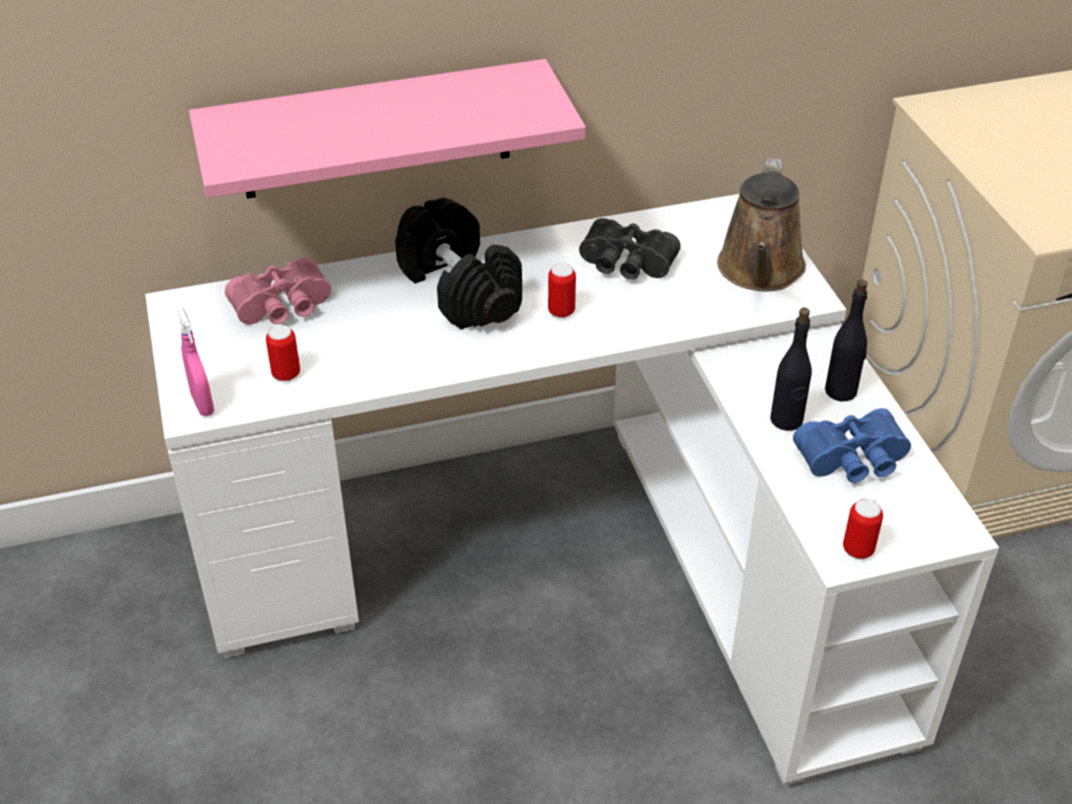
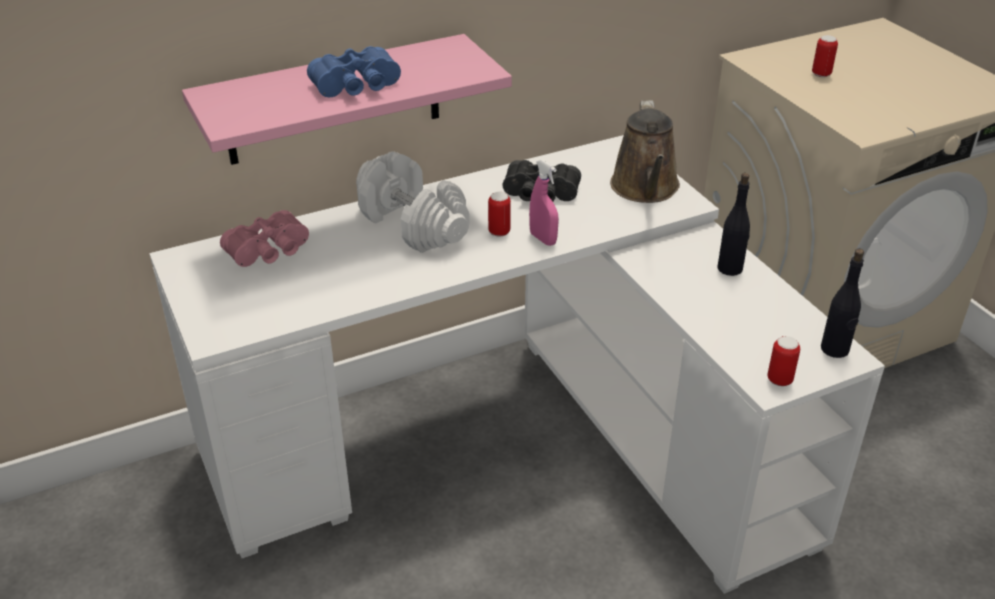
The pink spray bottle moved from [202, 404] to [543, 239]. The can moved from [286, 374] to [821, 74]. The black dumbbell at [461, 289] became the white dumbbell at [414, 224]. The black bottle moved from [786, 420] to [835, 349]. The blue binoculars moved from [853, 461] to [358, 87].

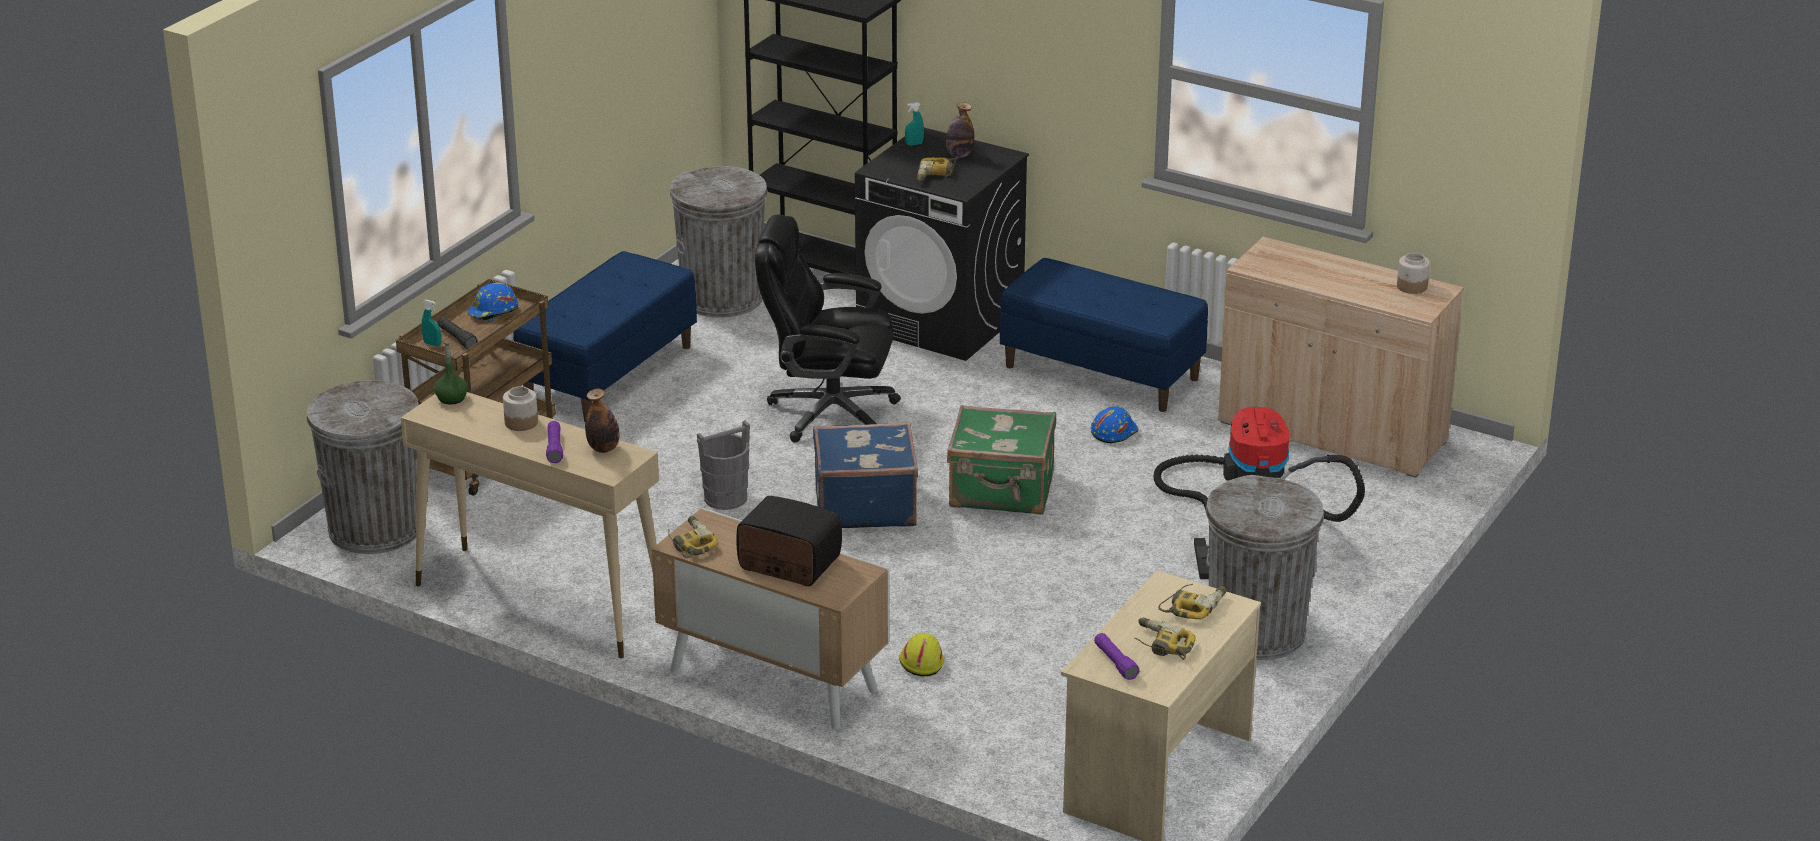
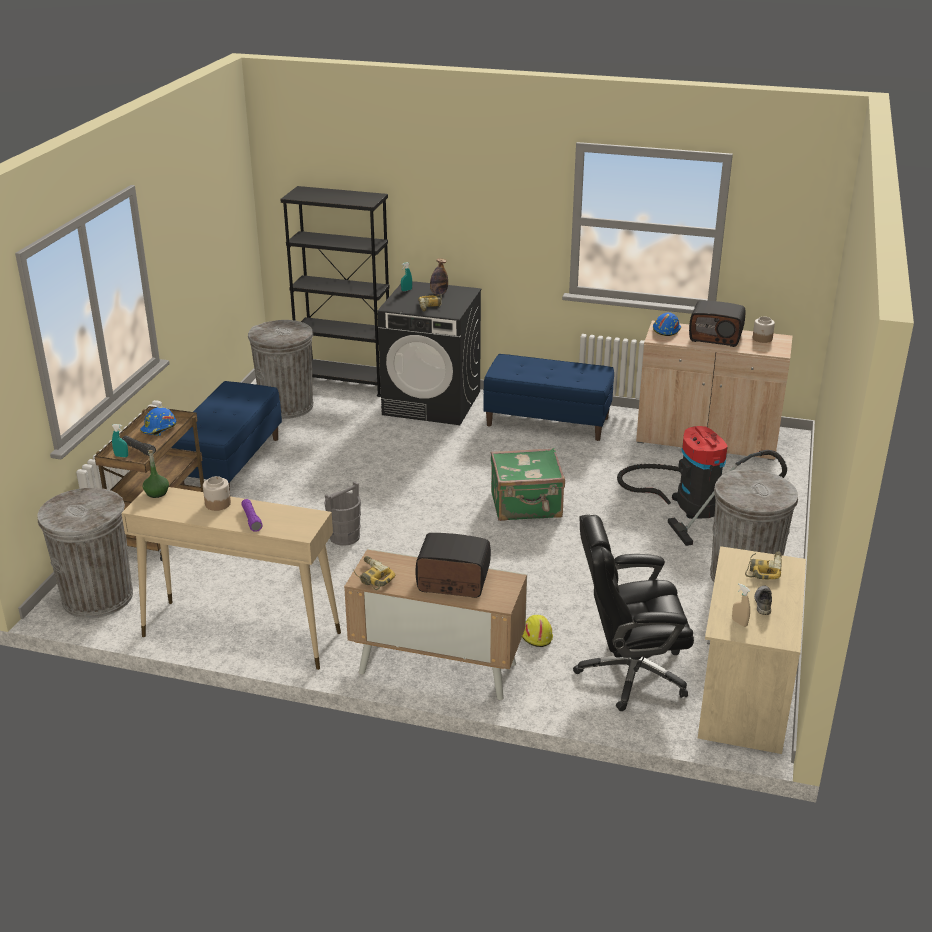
The bottle at [603, 448] disappeared. The black office chair moved from [829, 413] to [629, 673]. The blue suitcase at [864, 505] disappeared. The blue hard hat moved from [1113, 432] to [666, 330]. The purple flashlight at [1115, 663] was replaced by the beige spray bottle at [739, 622]. The power drill at [1162, 645] was replaced by the grey shoe at [762, 603]. The radio at [716, 337] appeared.

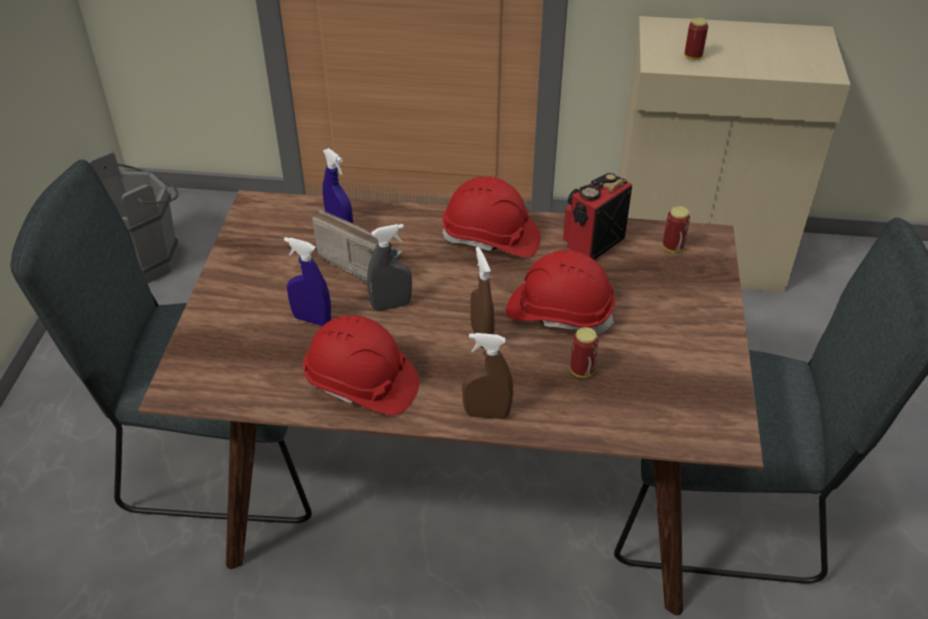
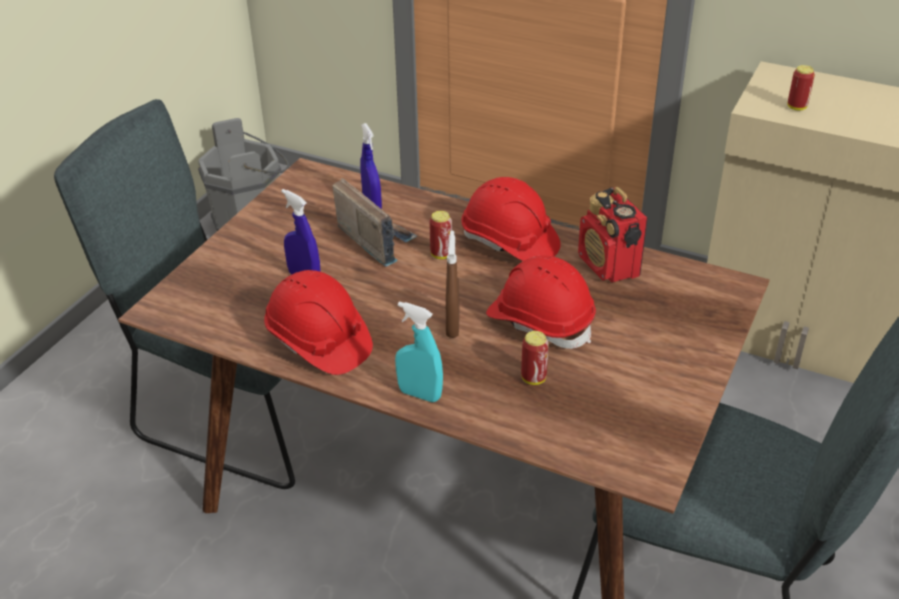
The grey spray bottle at [391, 305] disappeared. The brown spray bottle at [487, 413] became the turquoise spray bottle at [420, 394]. The radio at [592, 243] turned 90 degrees counterclockwise. The can moved from [672, 247] to [441, 254].

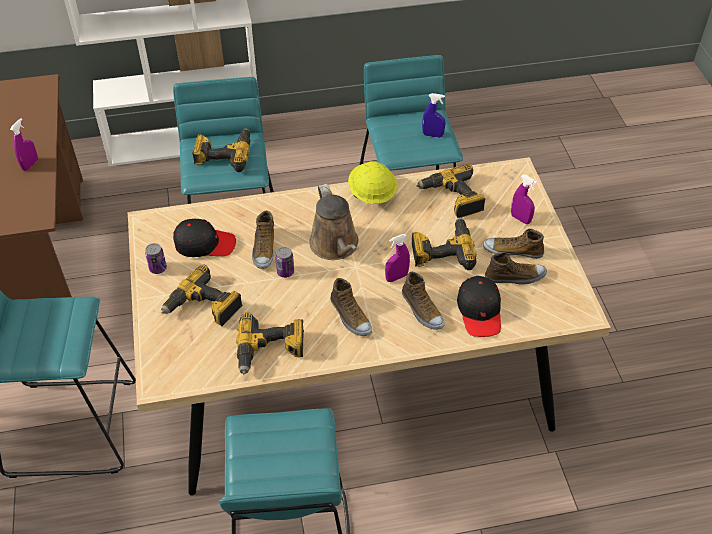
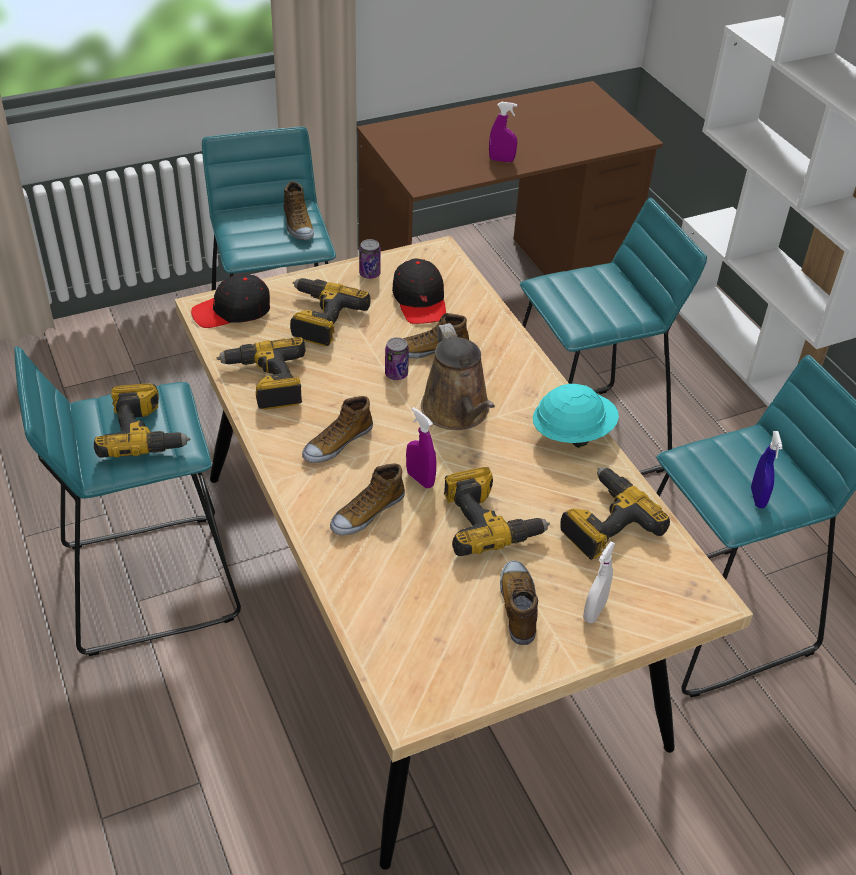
The power drill moved from [224, 154] to [144, 433]. The brown watering can at [336, 246] turned 75 degrees counterclockwise. The yellow hard hat at [372, 194] became the turquoise hard hat at [572, 433]. The black cap moved from [479, 311] to [232, 311]. The shoe moved from [515, 277] to [297, 225]. The purple spray bottle at [520, 219] became the white spray bottle at [594, 611].

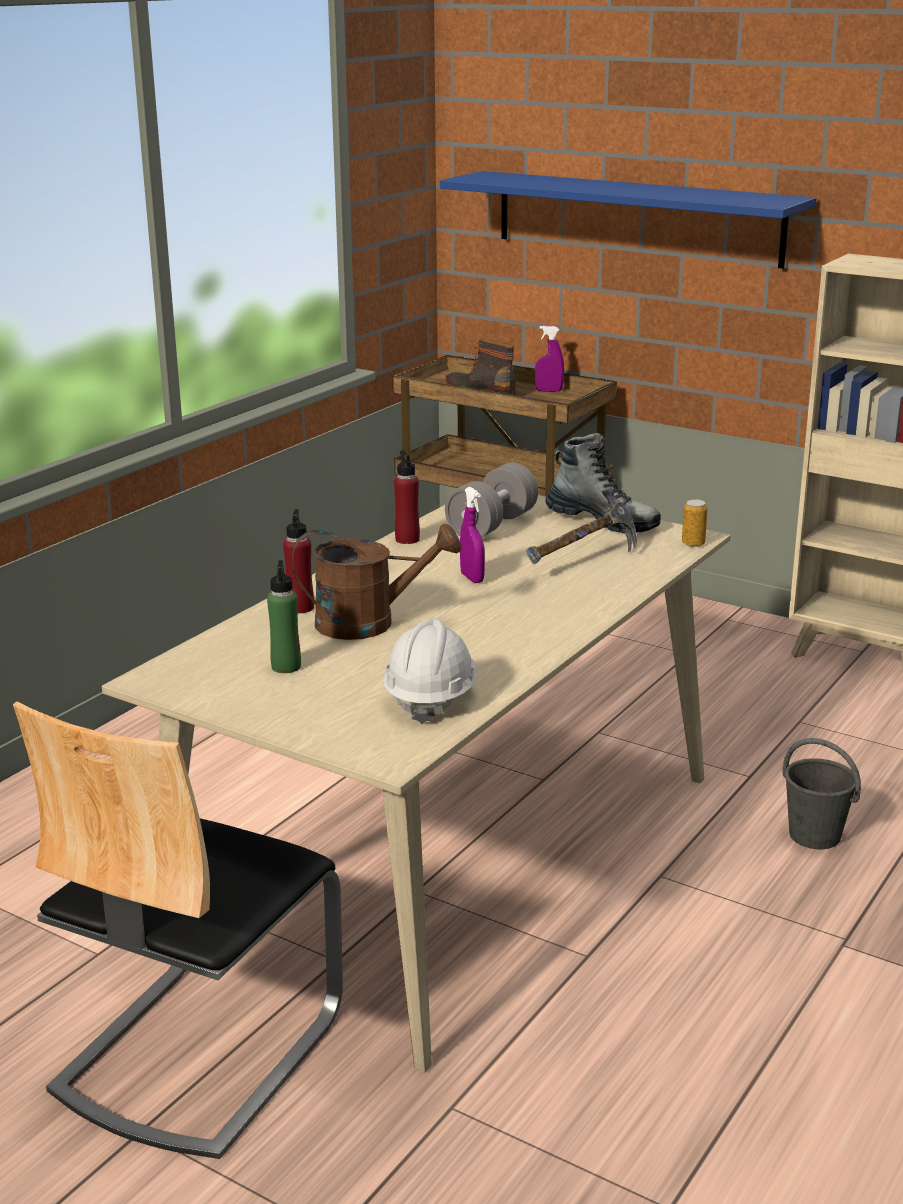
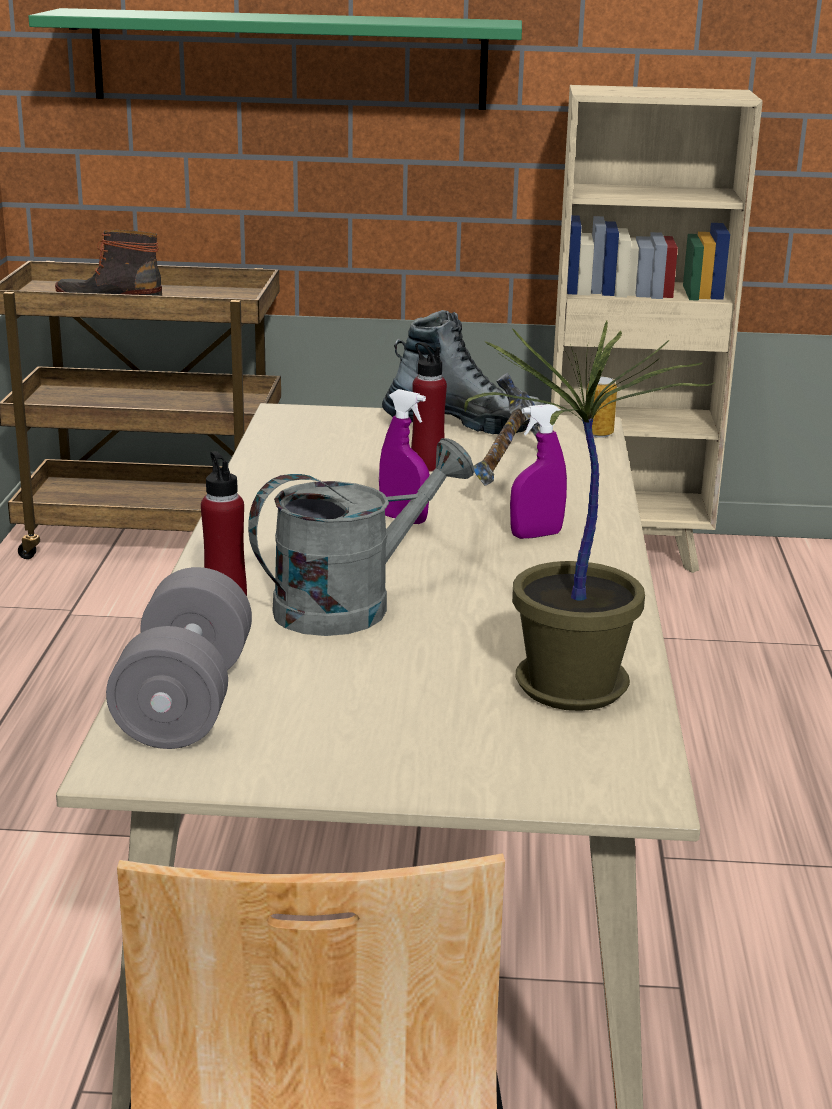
The green bottle at [286, 666] disappeared. The brown watering can at [370, 623] became the grey watering can at [350, 604]. The white hard hat at [430, 698] was replaced by the potted plant at [568, 689]. The red bottle moved from [407, 539] to [427, 465]. The blue shelf at [637, 218] became the green shelf at [289, 59]. The grey dumbbell moved from [492, 525] to [185, 701]. The purple spray bottle moved from [549, 391] to [536, 535]. The grey bucket at [815, 836] disappeared.

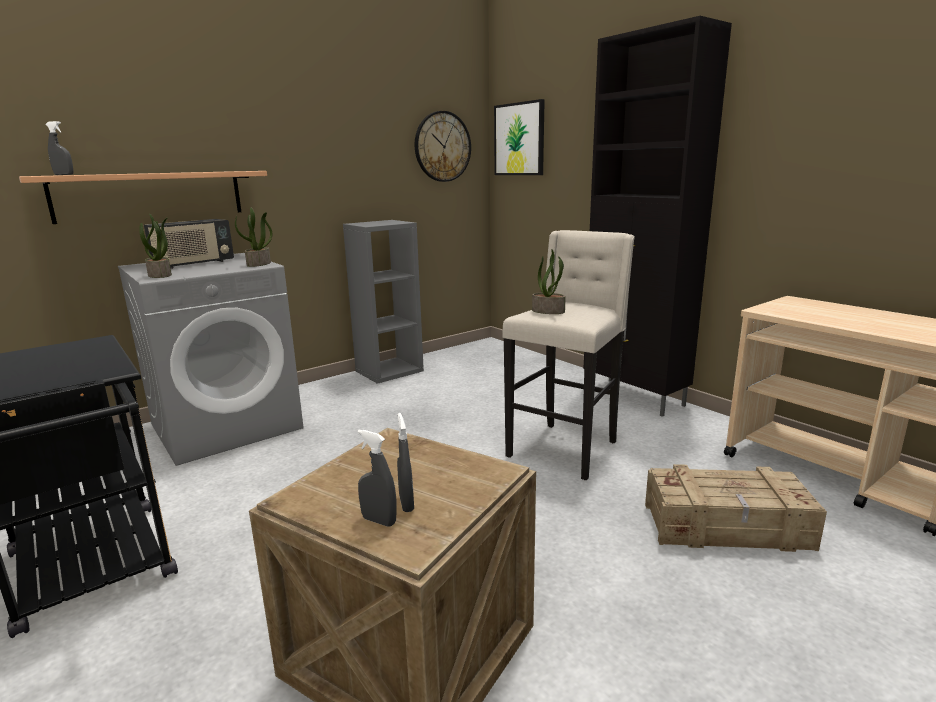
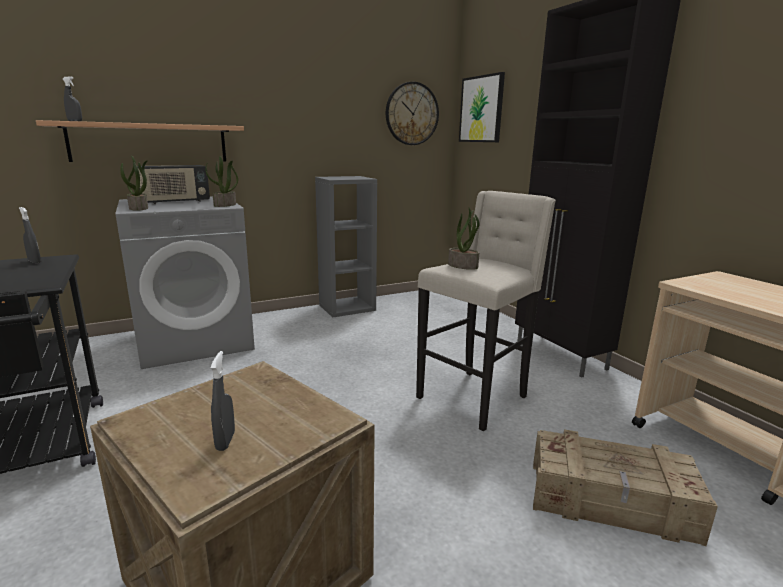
The grey spray bottle moved from [379, 521] to [34, 262].

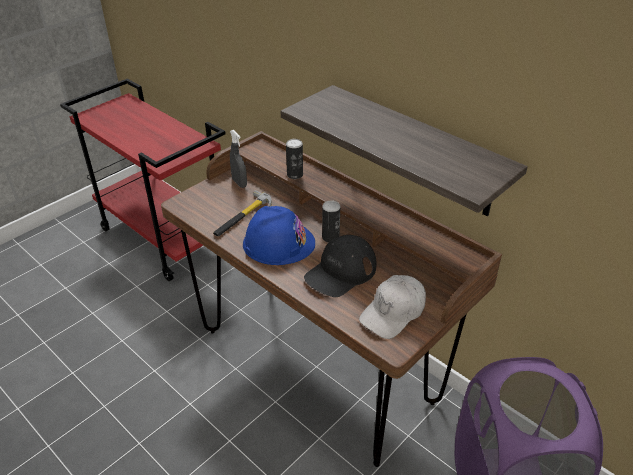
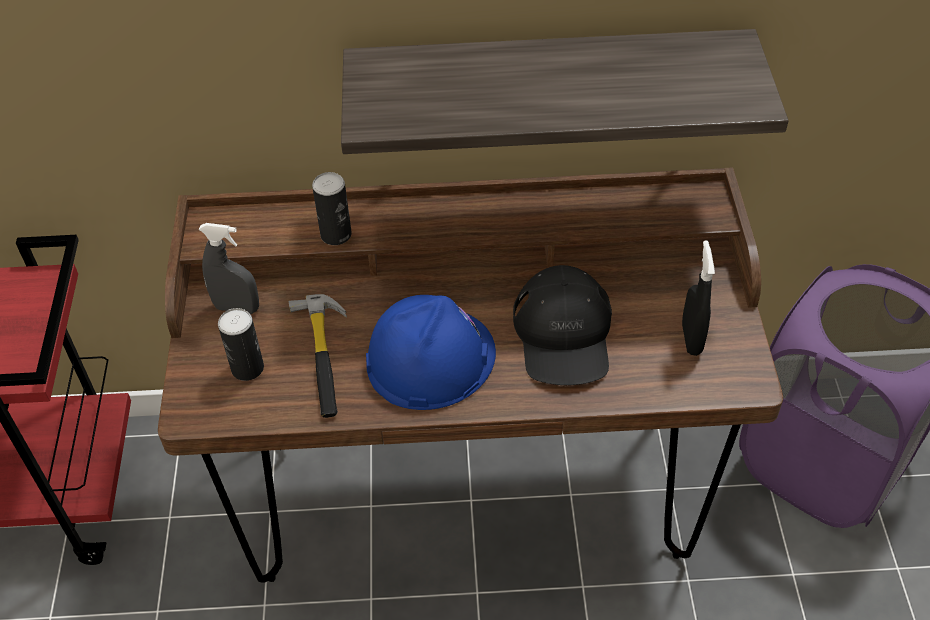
The can moved from [330, 237] to [247, 368]. The white cap at [393, 313] was replaced by the black spray bottle at [691, 339].

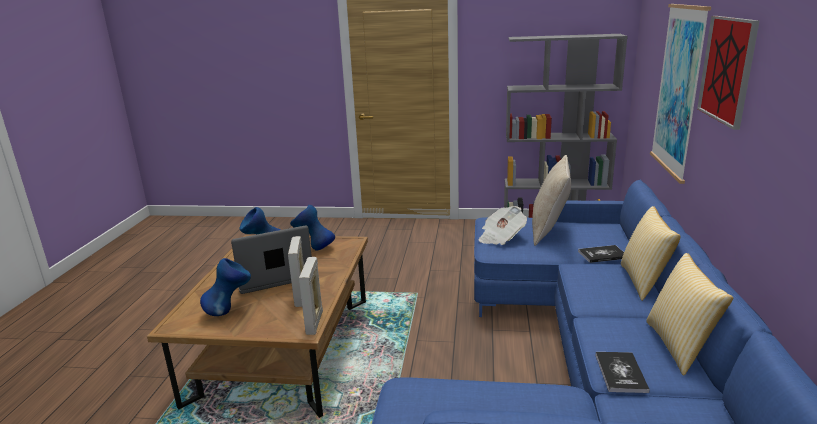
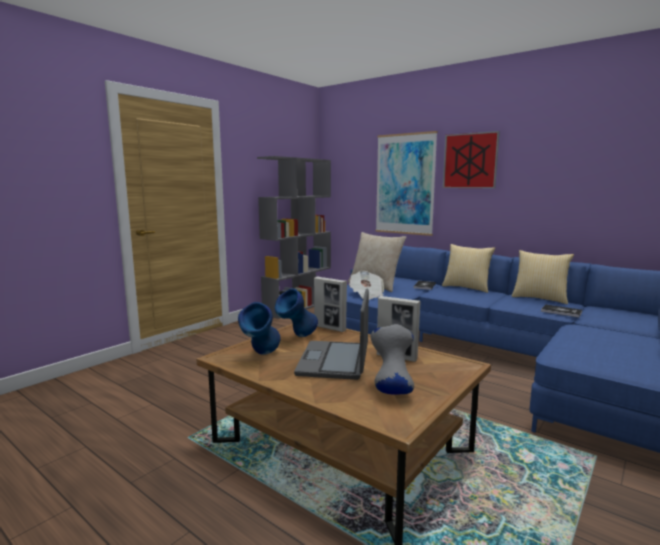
The blue vase at [230, 310] became the grey vase at [391, 390]. The picture frame moved from [314, 323] to [330, 328].

